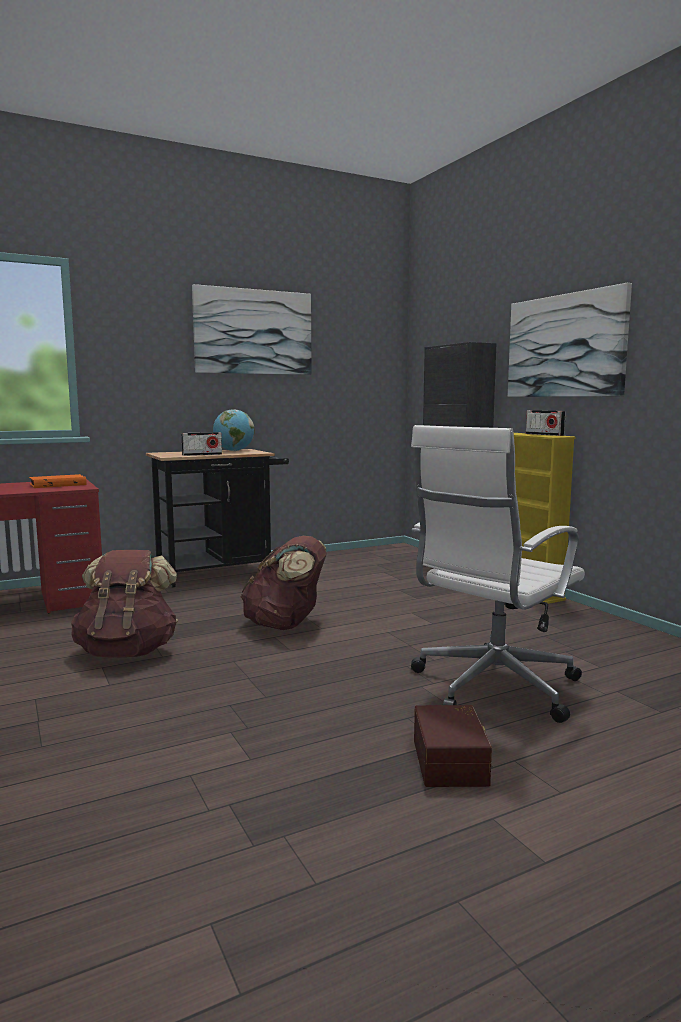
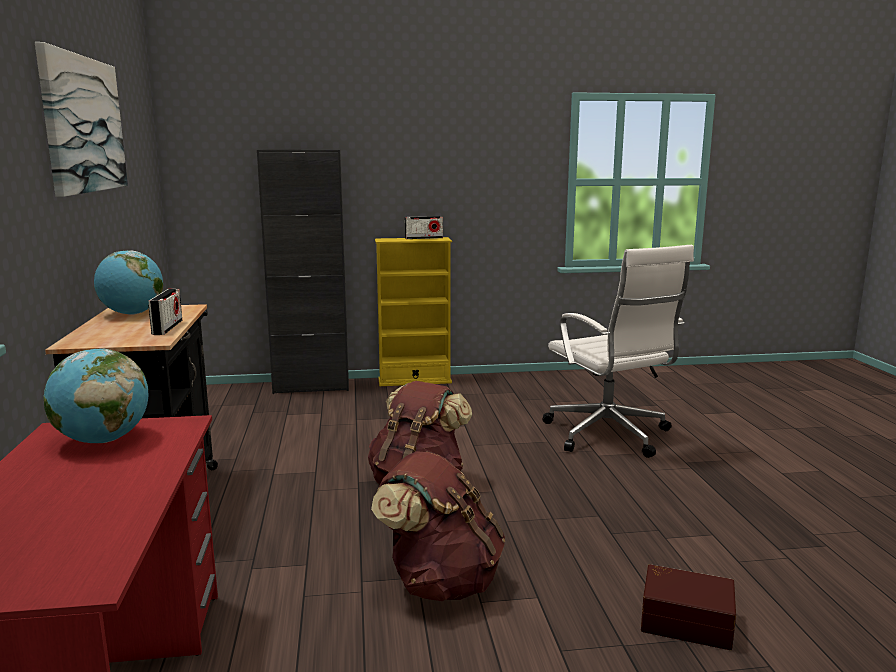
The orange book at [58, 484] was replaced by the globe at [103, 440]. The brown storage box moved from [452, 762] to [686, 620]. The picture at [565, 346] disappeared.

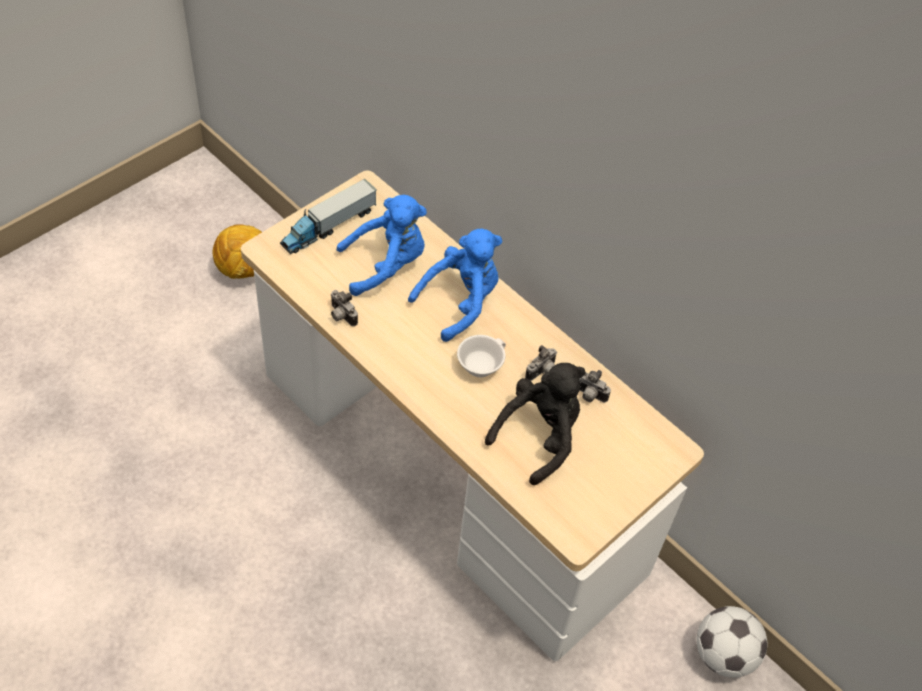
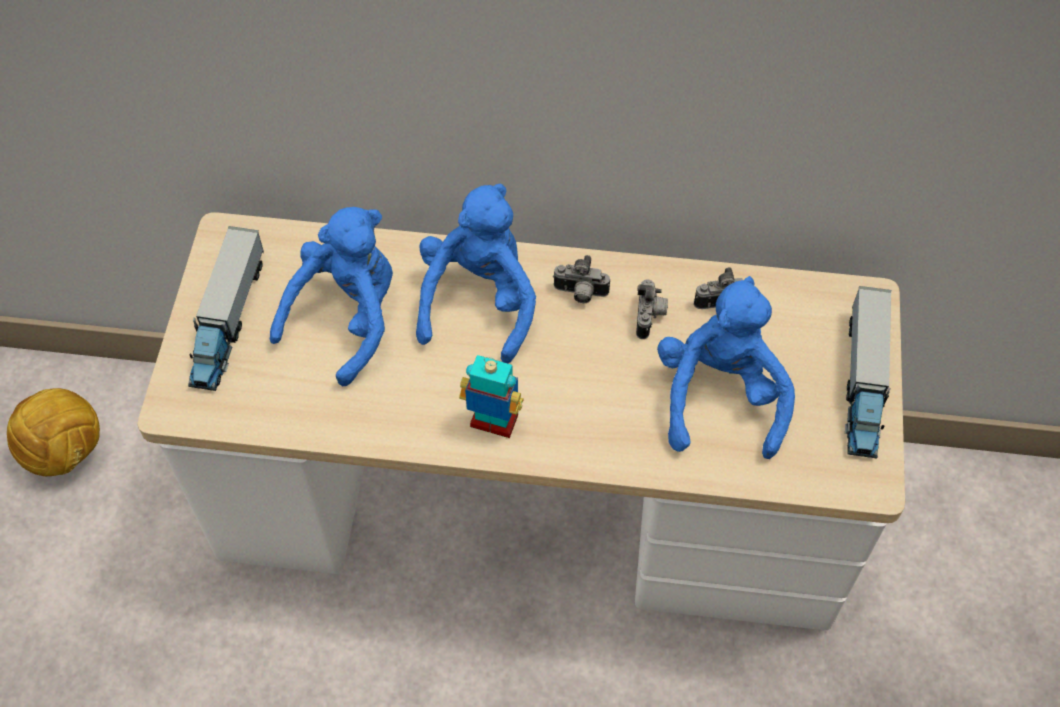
The photo camera moved from [341, 316] to [580, 294]. The white cup at [479, 364] disappeared. The black plush toy at [539, 436] became the blue plush toy at [720, 395]. The football at [723, 655] disappeared. The toy robot at [493, 422] appeared. The toy truck at [863, 383] appeared.

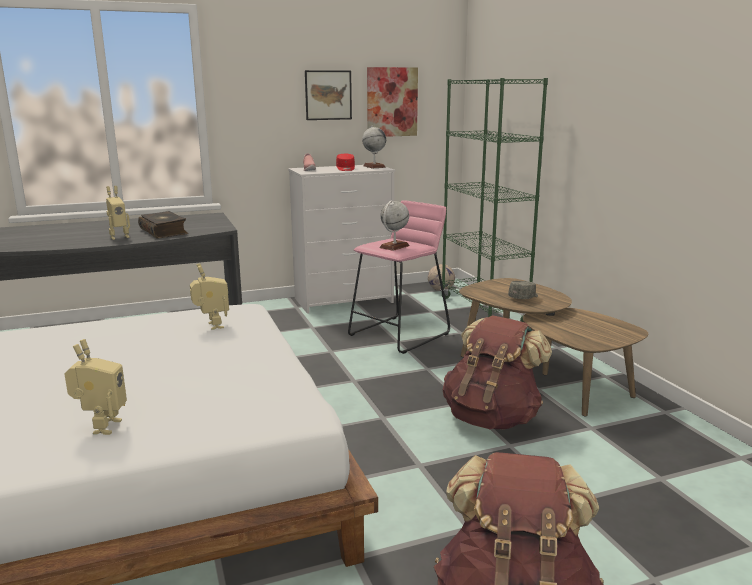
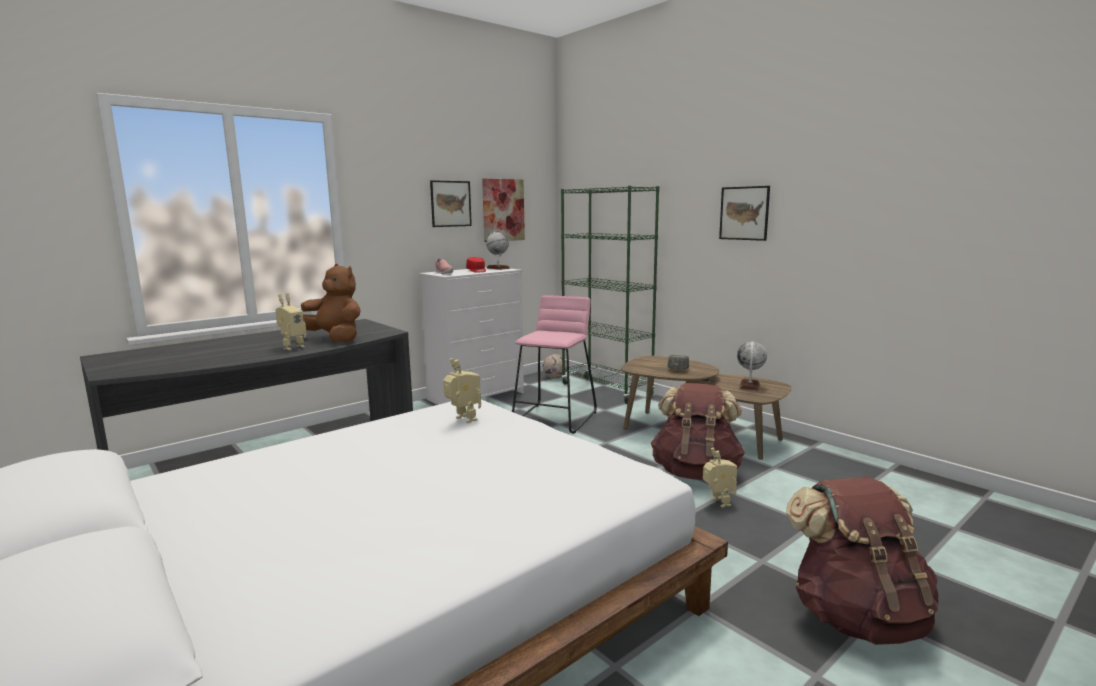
The toy robot moved from [102, 427] to [718, 503]. The book at [164, 232] was replaced by the brown plush toy at [334, 339]. The globe moved from [394, 246] to [749, 386]. The picture at [744, 213] appeared.

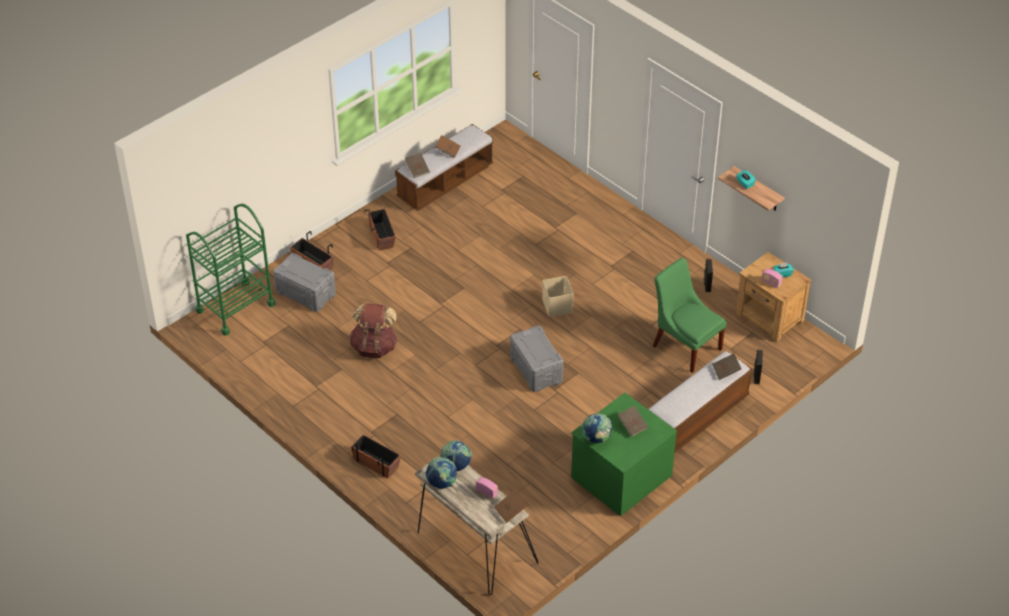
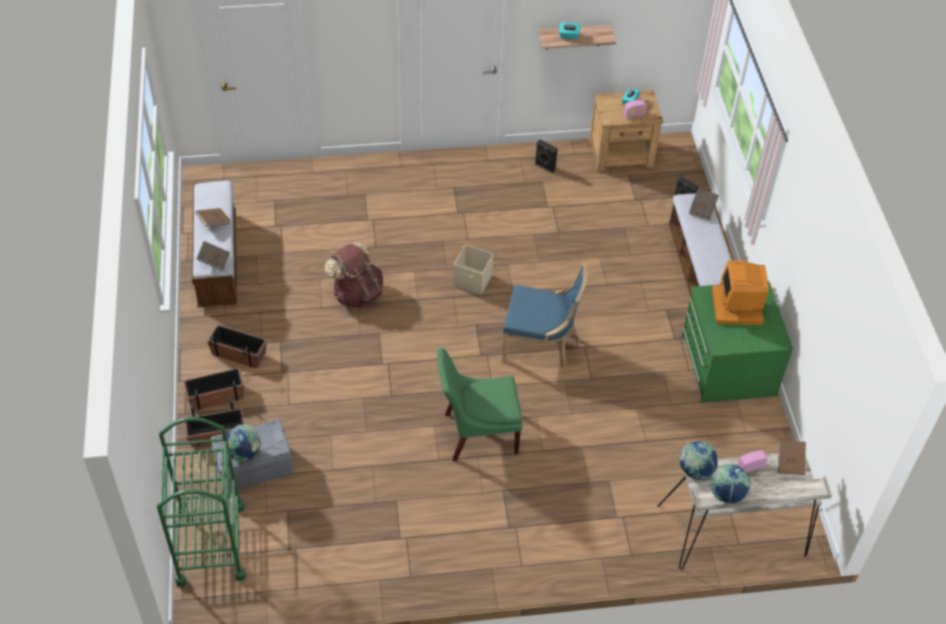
The brown backpack moved from [374, 347] to [357, 293]. The planter moved from [376, 463] to [216, 396]. The grey storage box at [535, 369] was replaced by the blue chair at [540, 345]. The globe moved from [596, 439] to [244, 454]. The brown book at [632, 425] was replaced by the monitor at [738, 306]. The green chair moved from [685, 345] to [477, 433].

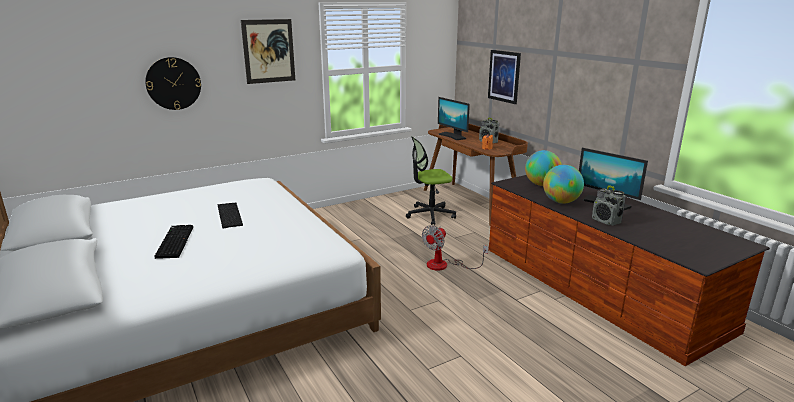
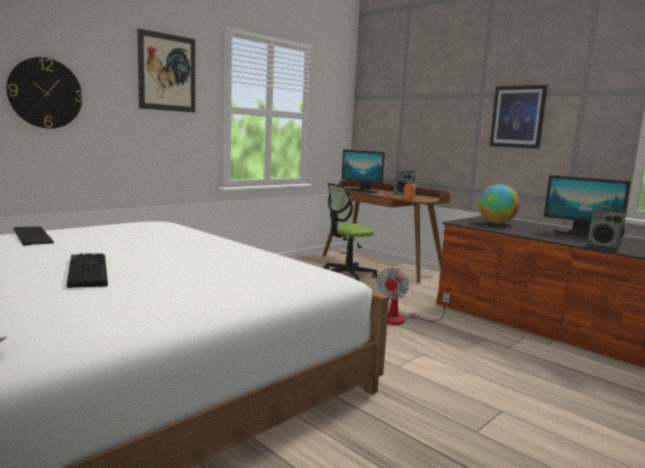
The keyboard moved from [228, 215] to [30, 236]. The picture moved from [504, 76] to [517, 117]. The globe at [561, 202] disappeared.

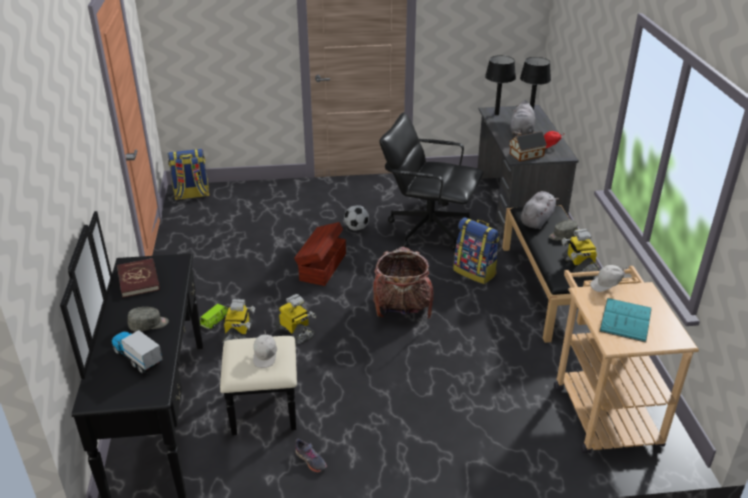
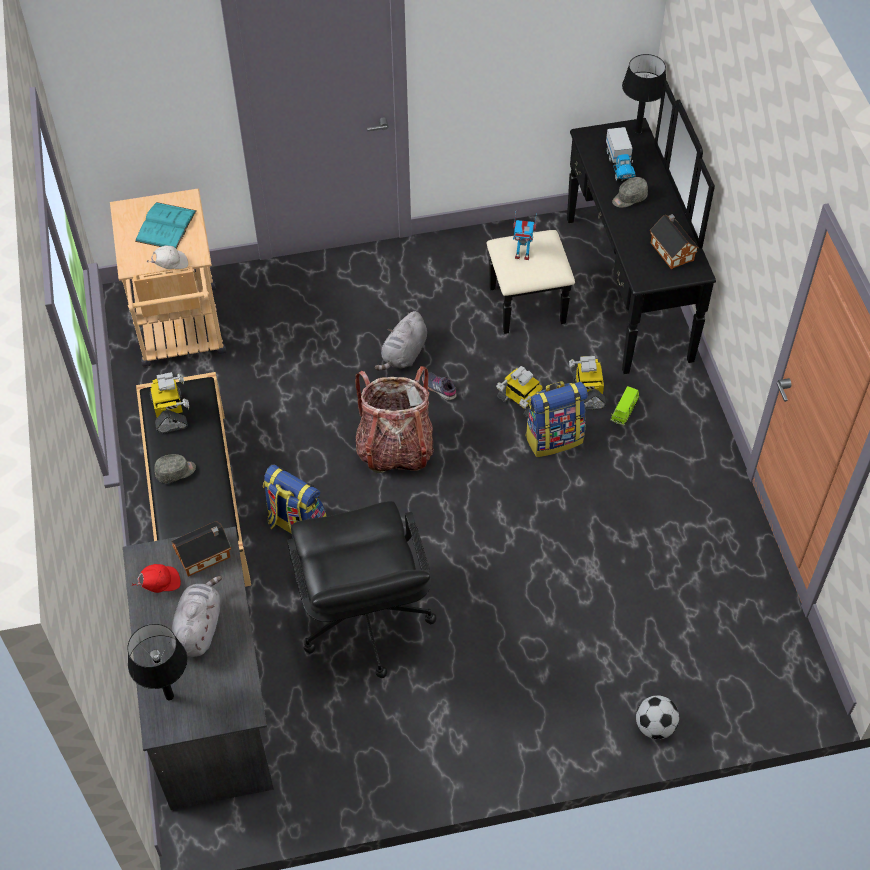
The toy truck at [137, 358] turned 45 degrees clockwise. The red book at [139, 280] was replaced by the toy house at [671, 250]. The backpack moved from [191, 195] to [554, 438]. The white cap at [265, 357] was replaced by the toy robot at [522, 255]. The brown storage box at [322, 267] disappeared. The grey shoe moved from [310, 460] to [439, 388]. The football moved from [356, 228] to [654, 727]. The black office chair at [428, 229] turned 60 degrees clockwise. The black table lamp moved from [496, 114] to [638, 131]. The grey plush toy moved from [537, 220] to [404, 355].

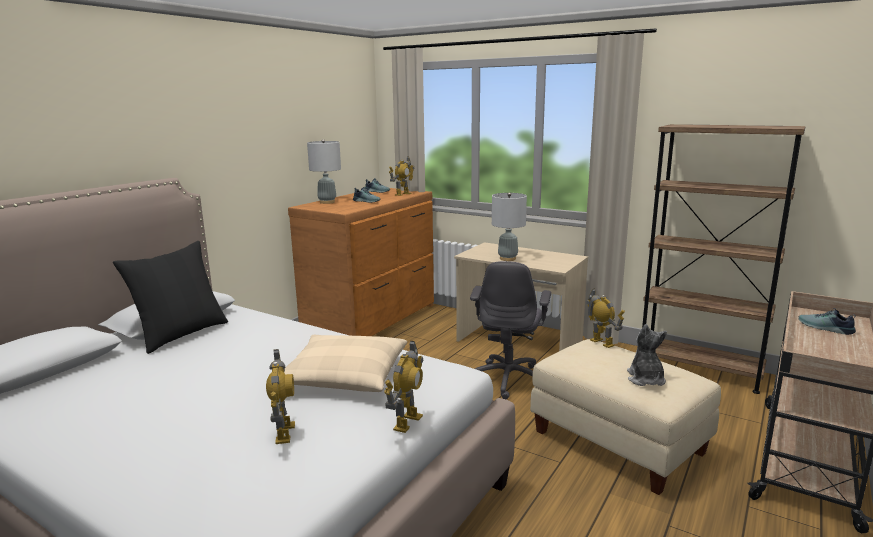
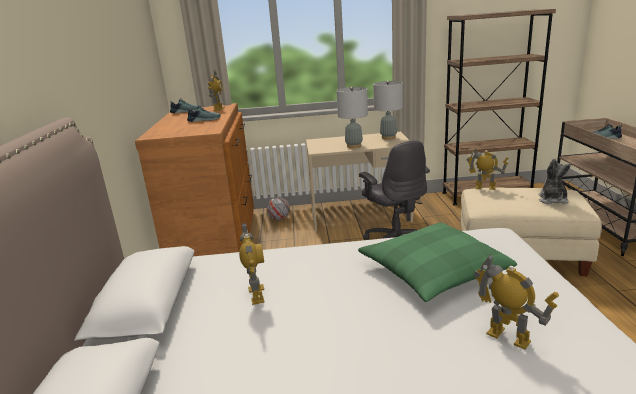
The black pillow at [181, 334] disappeared. The beige pillow at [344, 375] became the green pillow at [433, 271]. The grey table lamp moved from [327, 202] to [388, 137]. The toy robot moved from [407, 422] to [256, 294]. The plush toy at [645, 379] turned 45 degrees clockwise. The football at [279, 219] appeared.

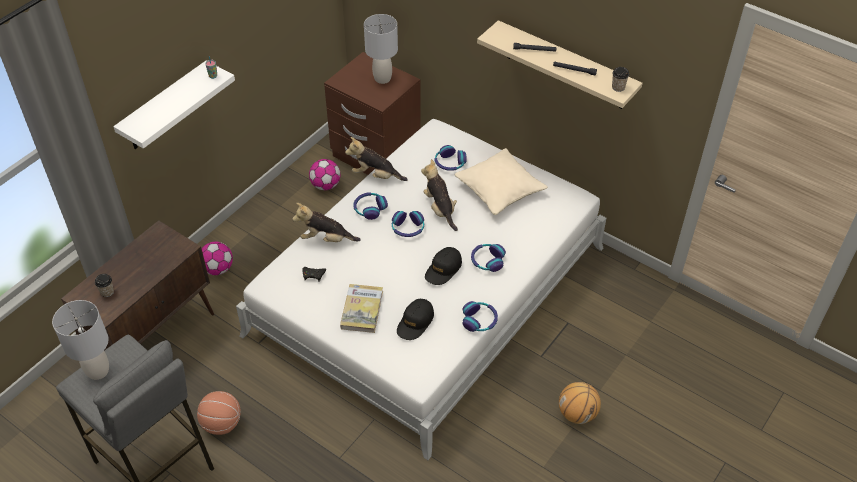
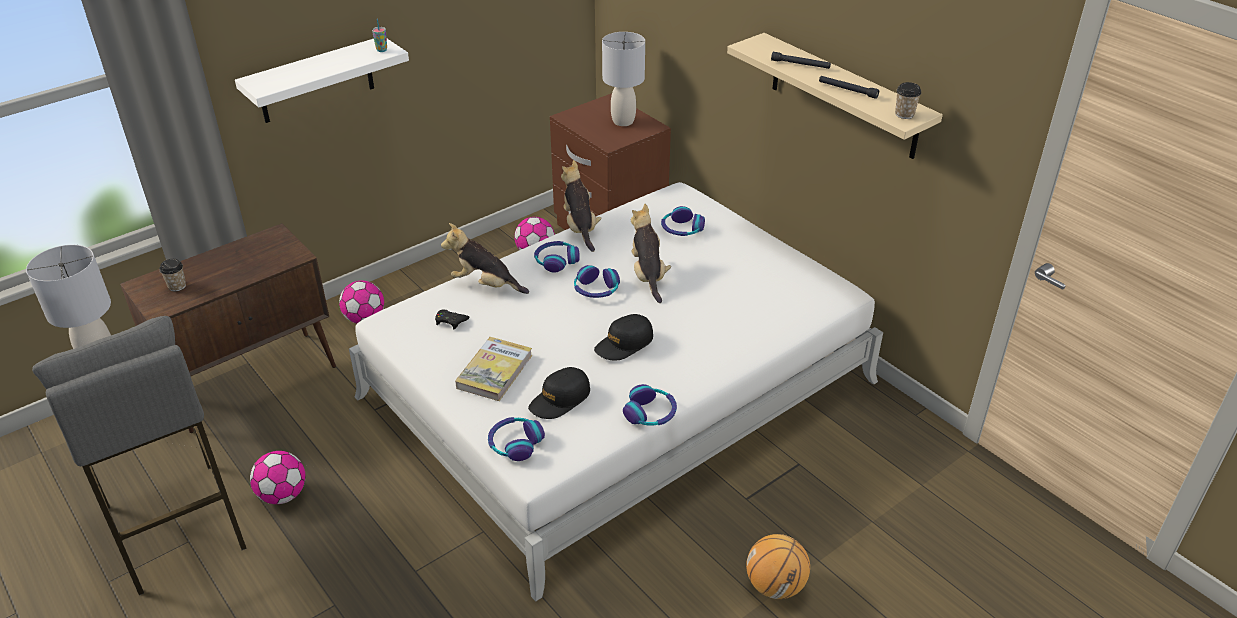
The basketball at [221, 423] was replaced by the football at [283, 495]. The plush toy at [375, 175] turned 45 degrees clockwise. The beige pillow at [499, 189] disappeared. The headphones moved from [487, 261] to [515, 443].

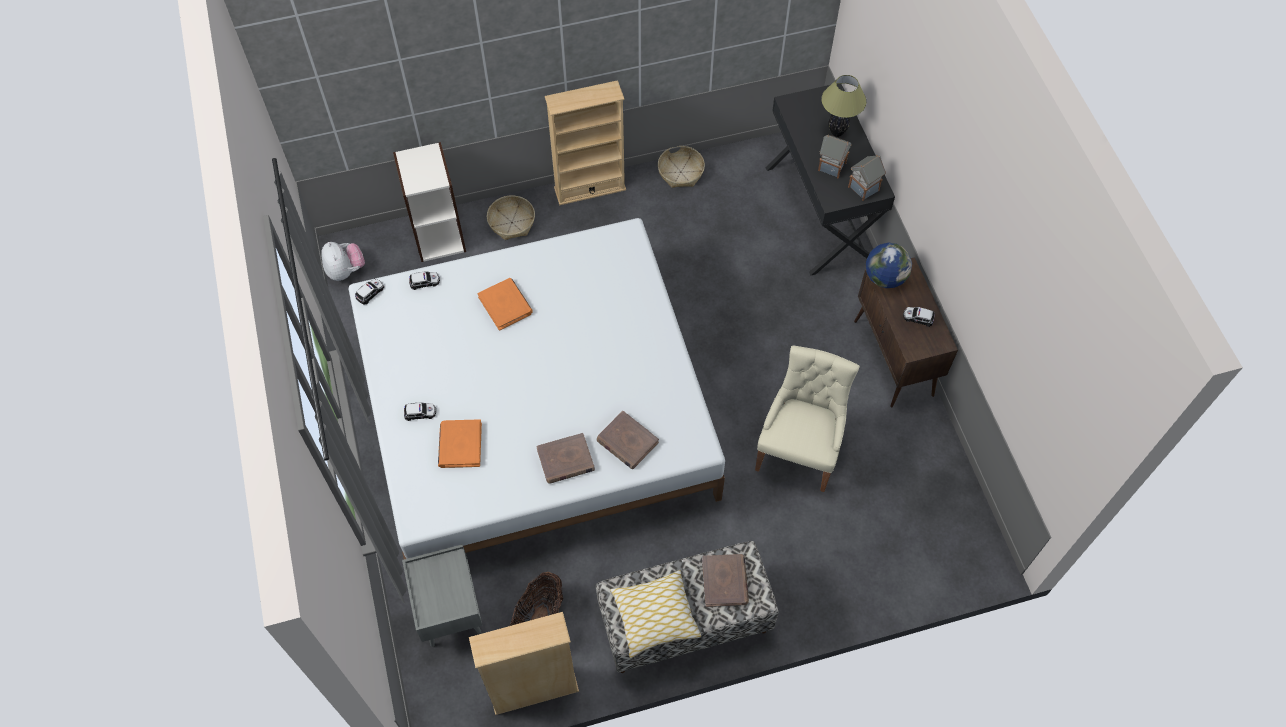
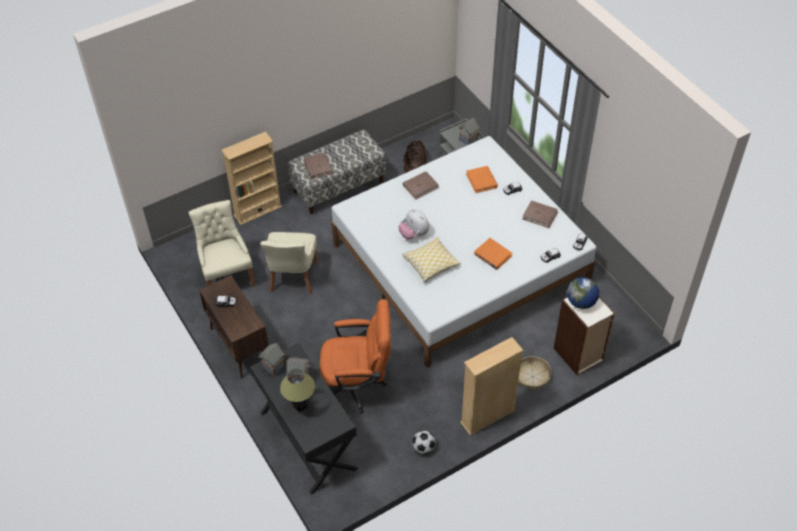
The plush toy moved from [345, 271] to [414, 234]. The beige bookcase moved from [534, 690] to [258, 211]. The brown book moved from [627, 442] to [540, 215]. The pillow moved from [655, 617] to [431, 263]. The basket at [680, 172] was replaced by the football at [423, 448]. The globe moved from [884, 278] to [581, 302]. The beige chair at [227, 276] appeared. The orange office chair at [357, 385] appeared. The toy house at [468, 140] appeared.

